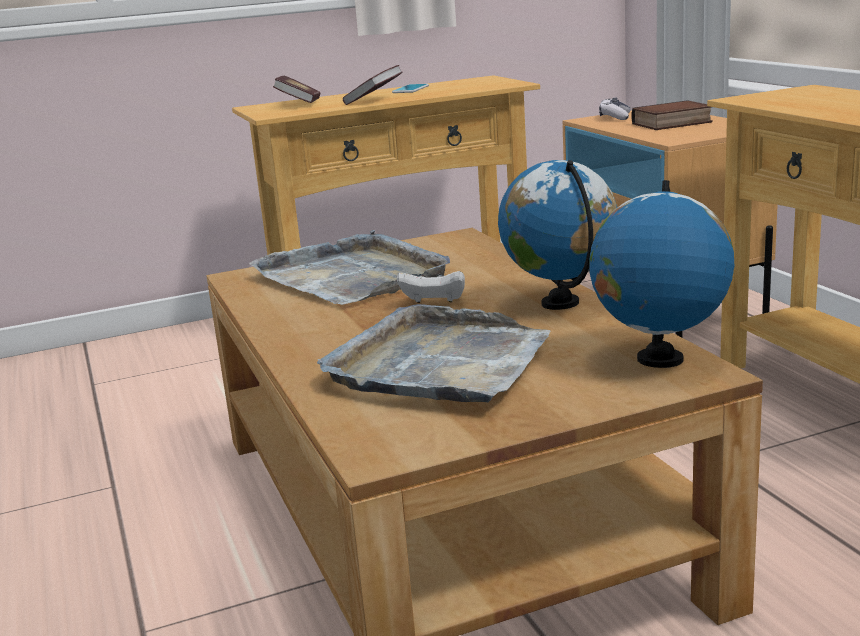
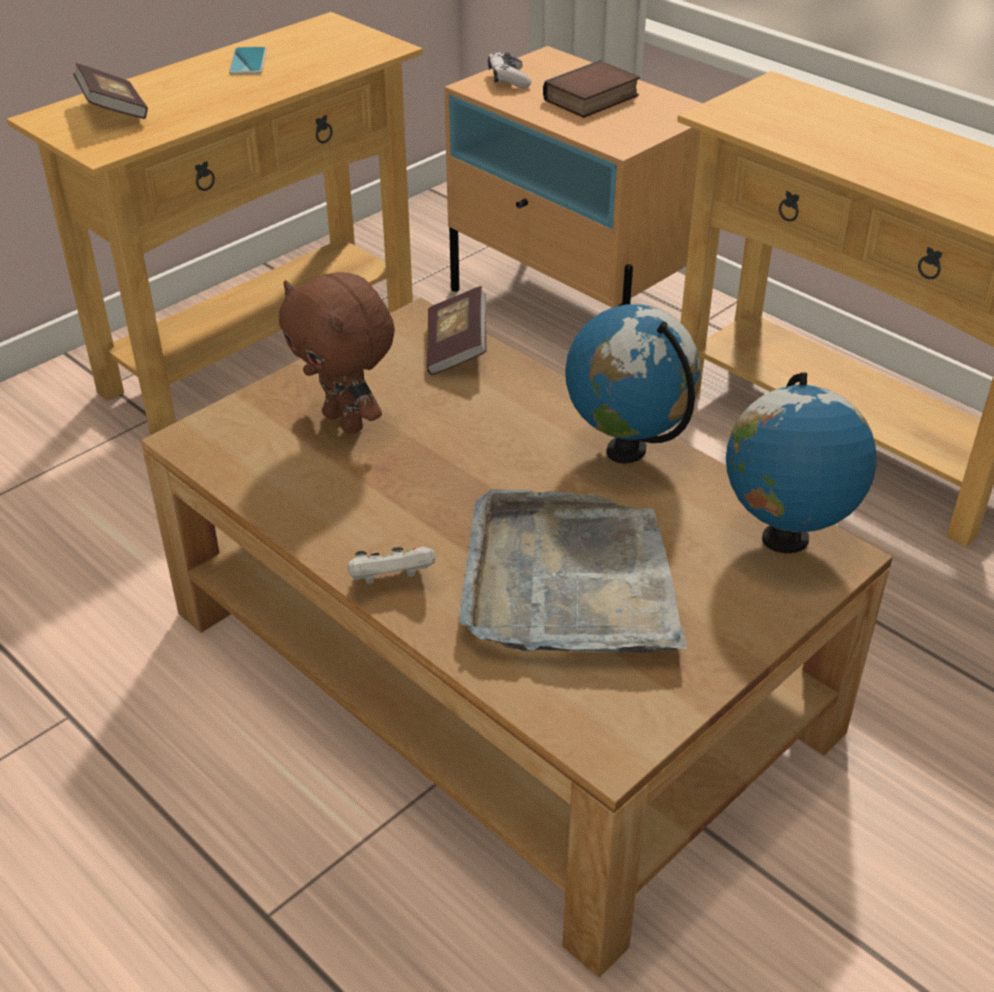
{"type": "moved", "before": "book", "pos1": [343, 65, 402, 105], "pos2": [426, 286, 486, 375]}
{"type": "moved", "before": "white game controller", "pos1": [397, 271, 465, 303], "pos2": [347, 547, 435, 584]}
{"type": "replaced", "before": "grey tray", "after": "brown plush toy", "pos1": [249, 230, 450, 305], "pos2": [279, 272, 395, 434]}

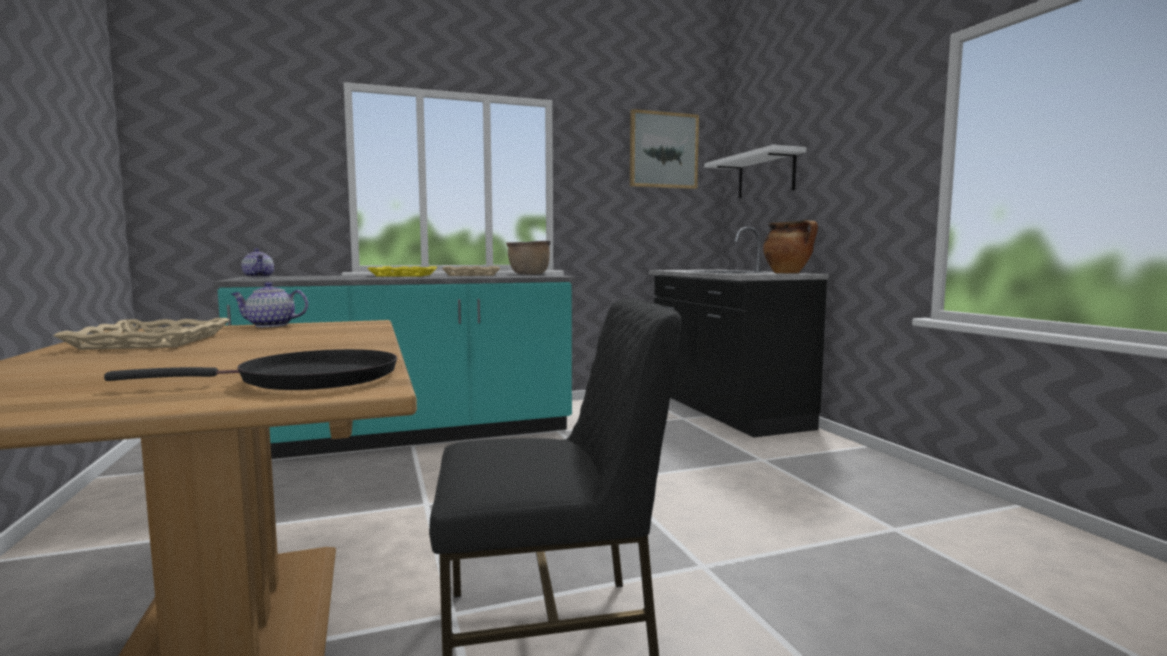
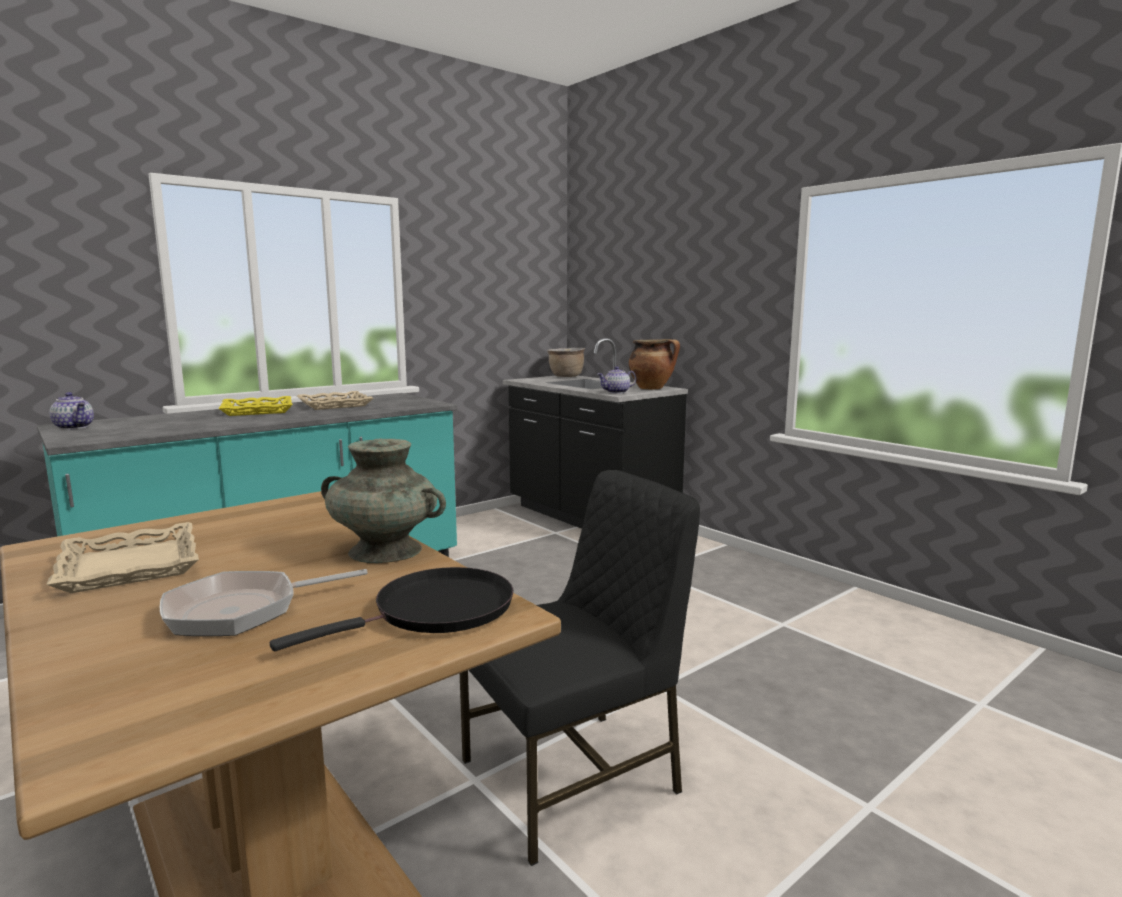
{"type": "removed", "before": "picture", "pos1": [630, 109, 699, 189]}
{"type": "removed", "before": "white shelf", "pos1": [704, 145, 807, 198]}
{"type": "added", "after": "frying pan", "pos2": [160, 569, 368, 636]}
{"type": "added", "after": "turquoise vase", "pos2": [321, 439, 446, 563]}
{"type": "moved", "before": "teapot", "pos1": [231, 282, 308, 327], "pos2": [597, 366, 636, 394]}
{"type": "moved", "before": "brown cooking pot", "pos1": [506, 240, 551, 274], "pos2": [547, 348, 585, 377]}

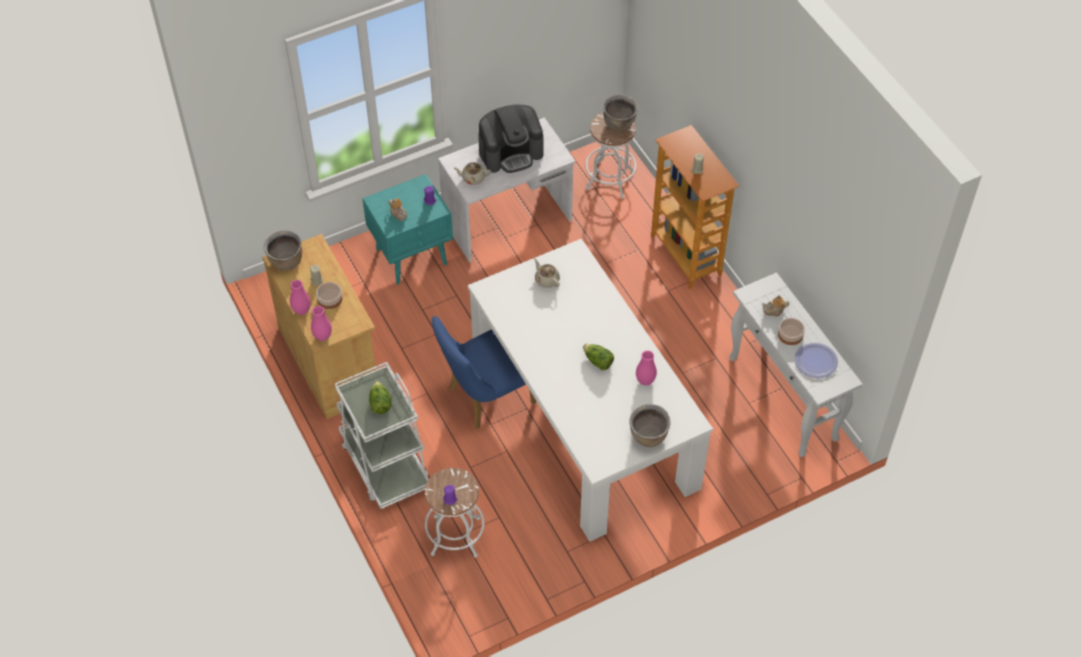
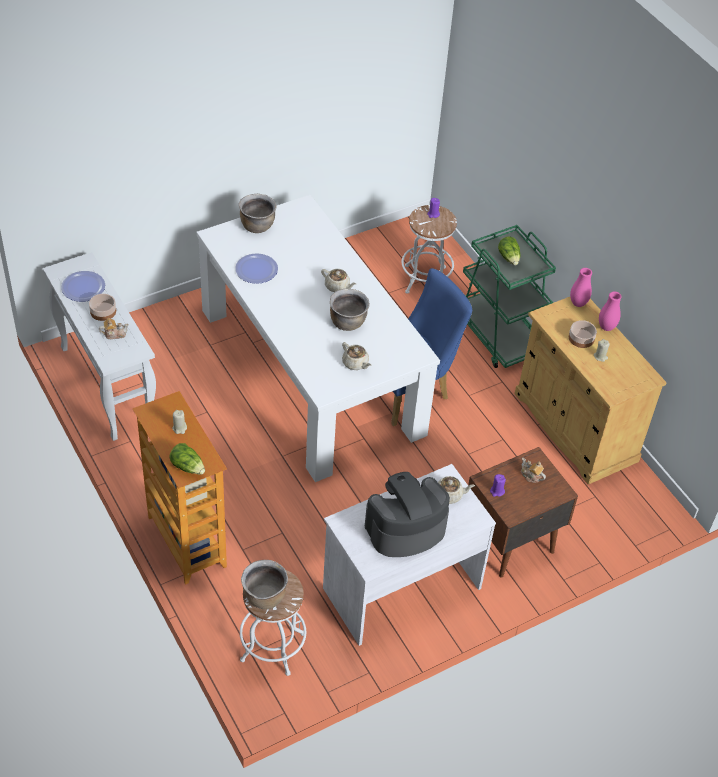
{"type": "added", "after": "beige teapot", "pos2": [321, 269, 356, 292]}
{"type": "moved", "before": "brown cooking pot", "pos1": [264, 231, 302, 271], "pos2": [330, 289, 370, 331]}
{"type": "moved", "before": "lettuce", "pos1": [583, 344, 614, 370], "pos2": [169, 443, 205, 474]}
{"type": "replaced", "before": "pink vase", "after": "plate", "pos1": [636, 351, 657, 385], "pos2": [235, 253, 278, 284]}
{"type": "recoloured", "before": "white cart", "after": "green cart", "pos1": [335, 362, 429, 509], "pos2": [463, 225, 556, 368]}
{"type": "recoloured", "before": "turquoise nightstand", "after": "brown nightstand", "pos1": [362, 174, 453, 284], "pos2": [468, 447, 578, 578]}

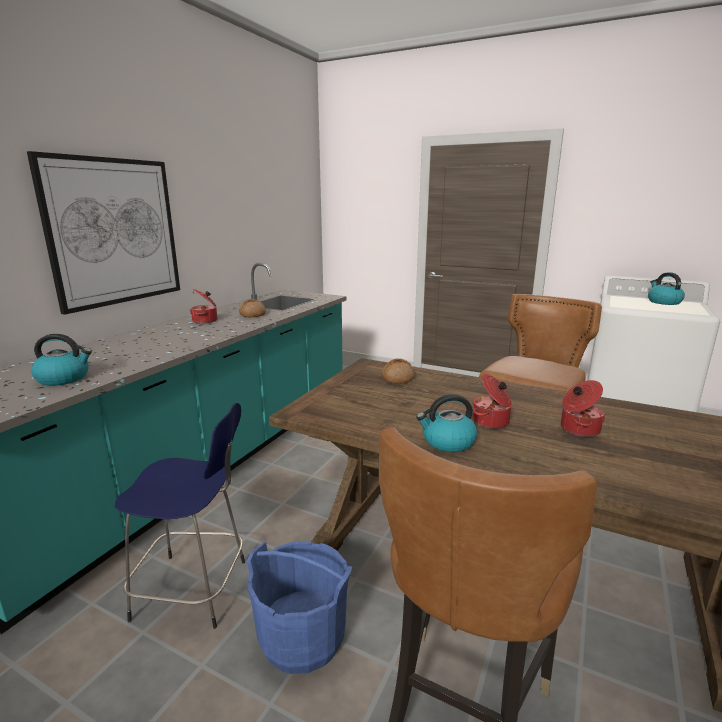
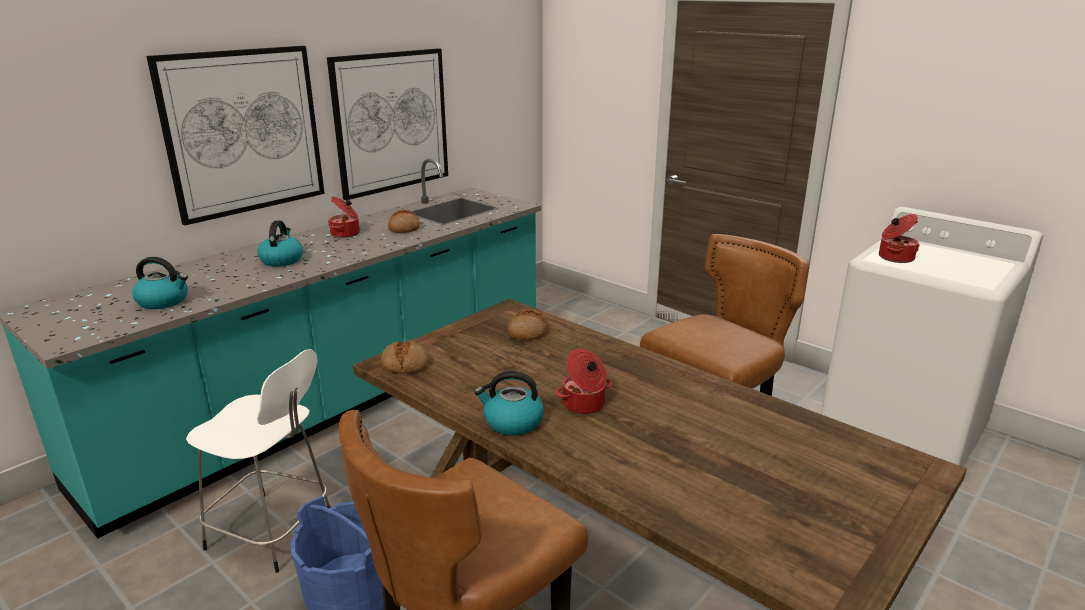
{"type": "added", "after": "picture", "pos2": [327, 48, 448, 200]}
{"type": "added", "after": "bread", "pos2": [381, 340, 429, 373]}
{"type": "moved", "before": "cooking pot", "pos1": [561, 380, 606, 437], "pos2": [879, 214, 920, 263]}
{"type": "moved", "before": "kettle", "pos1": [648, 272, 685, 305], "pos2": [258, 220, 303, 267]}
{"type": "recoloured", "before": "blue stool", "after": "white stool", "pos1": [115, 403, 245, 629], "pos2": [186, 349, 331, 573]}

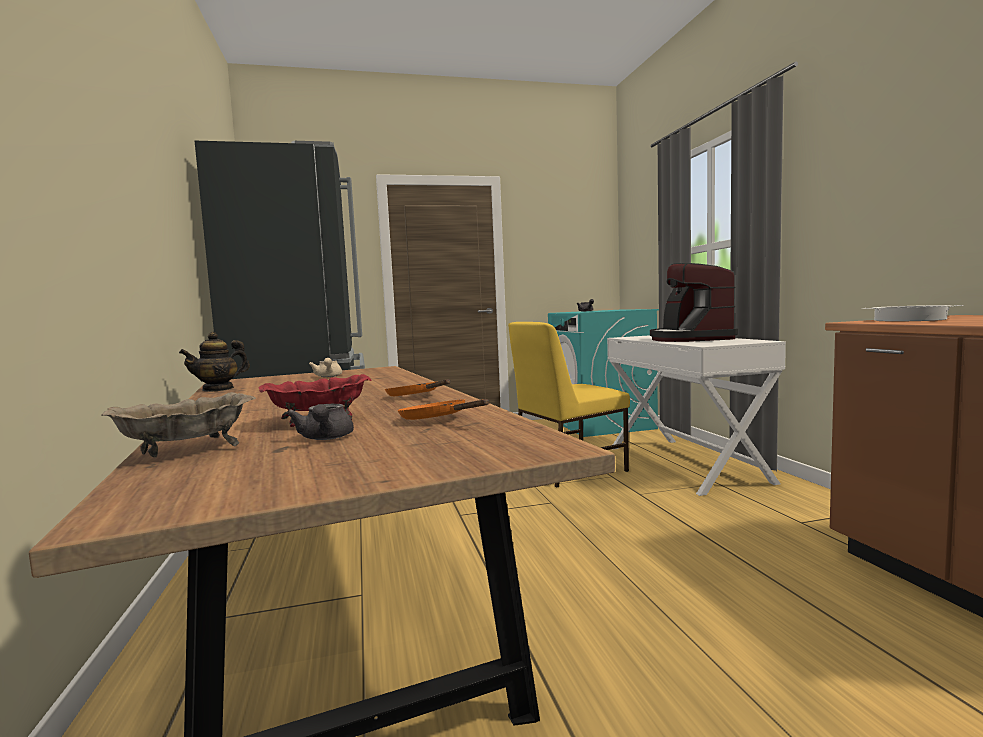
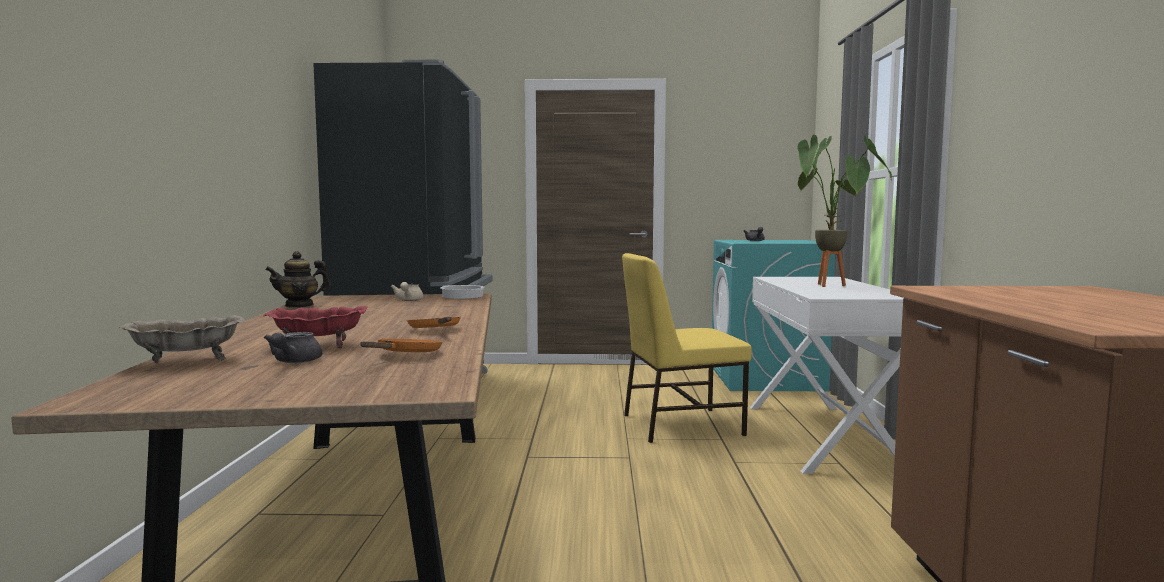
{"type": "moved", "before": "cooking pot", "pos1": [862, 305, 963, 321], "pos2": [440, 285, 484, 299]}
{"type": "replaced", "before": "coffee machine", "after": "potted plant", "pos1": [650, 263, 738, 342], "pos2": [797, 135, 892, 287]}
{"type": "turned", "before": "orange frying pan", "pos1": [398, 399, 489, 420], "pos2": [361, 339, 442, 352], "turn": 45}

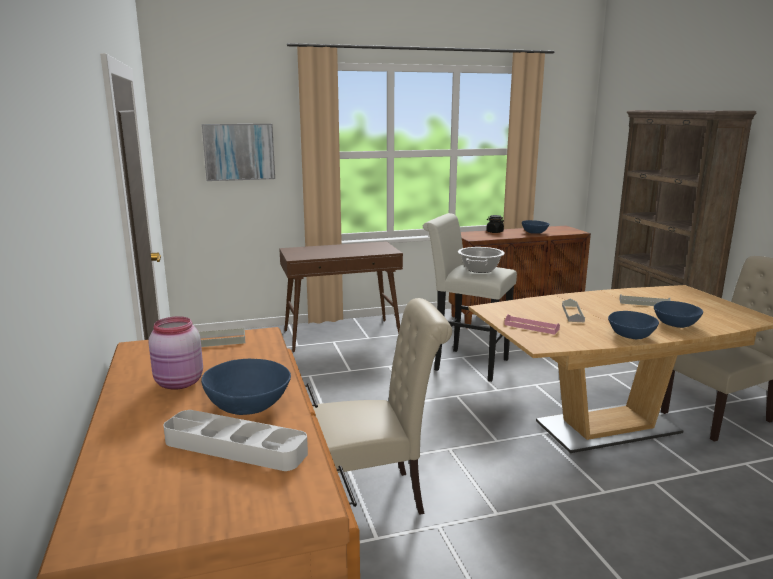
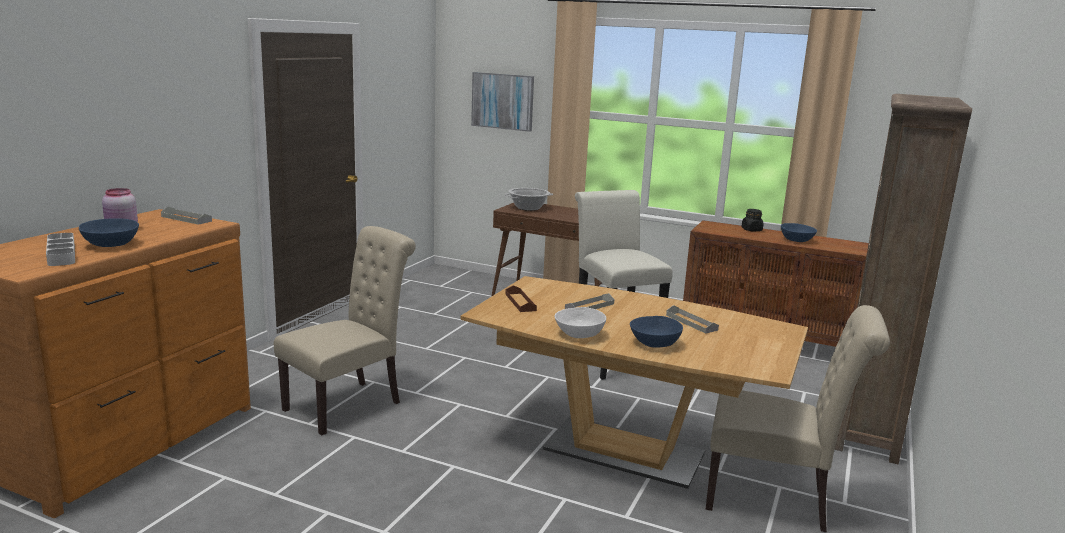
{"type": "moved", "before": "cooking pot", "pos1": [458, 247, 505, 273], "pos2": [505, 188, 553, 211]}
{"type": "recoloured", "before": "pink tray", "after": "brown tray", "pos1": [504, 315, 560, 335], "pos2": [505, 285, 537, 312]}
{"type": "recoloured", "before": "blue bowl", "after": "white bowl", "pos1": [608, 311, 659, 339], "pos2": [555, 307, 606, 338]}
{"type": "turned", "before": "beige chair", "pos1": [313, 298, 452, 515], "pos2": [274, 226, 416, 435], "turn": -75}

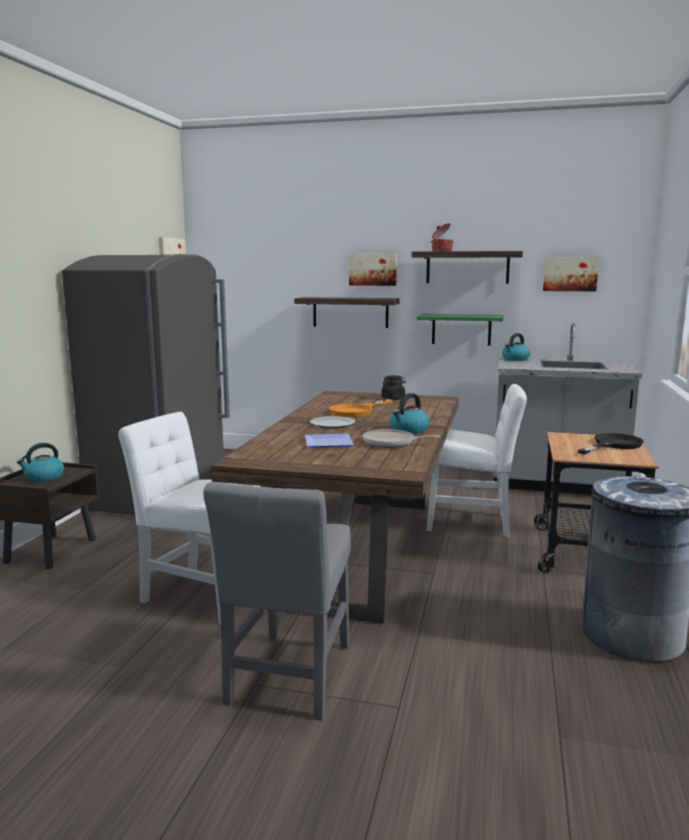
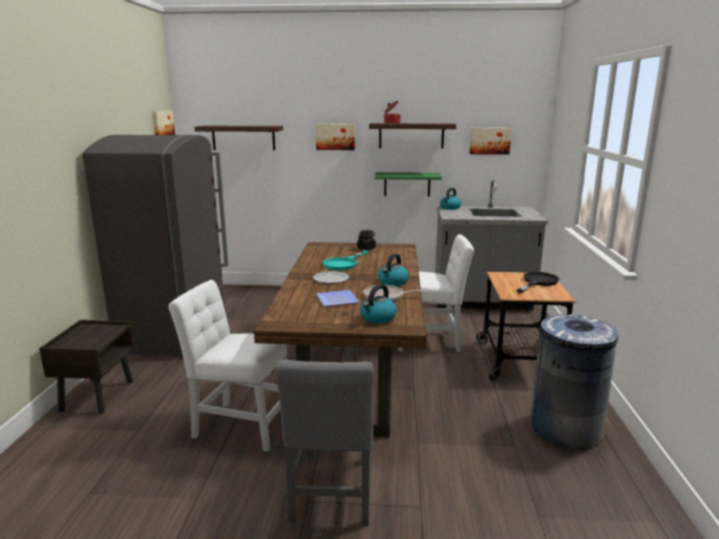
{"type": "moved", "before": "kettle", "pos1": [17, 443, 64, 482], "pos2": [360, 284, 397, 324]}
{"type": "moved", "before": "shelf", "pos1": [294, 297, 400, 328], "pos2": [194, 126, 283, 150]}
{"type": "recoloured", "before": "orange frying pan", "after": "turquoise frying pan", "pos1": [329, 399, 393, 417], "pos2": [323, 250, 368, 271]}

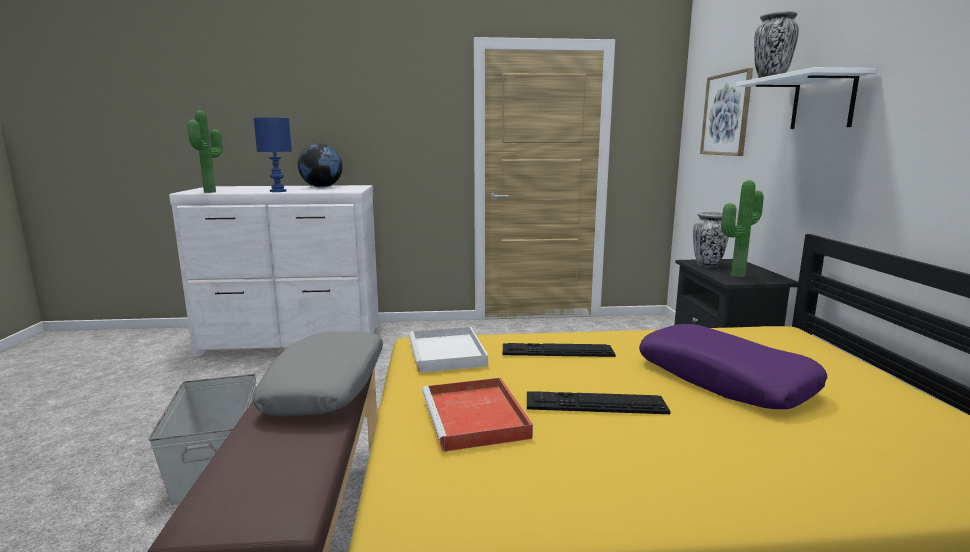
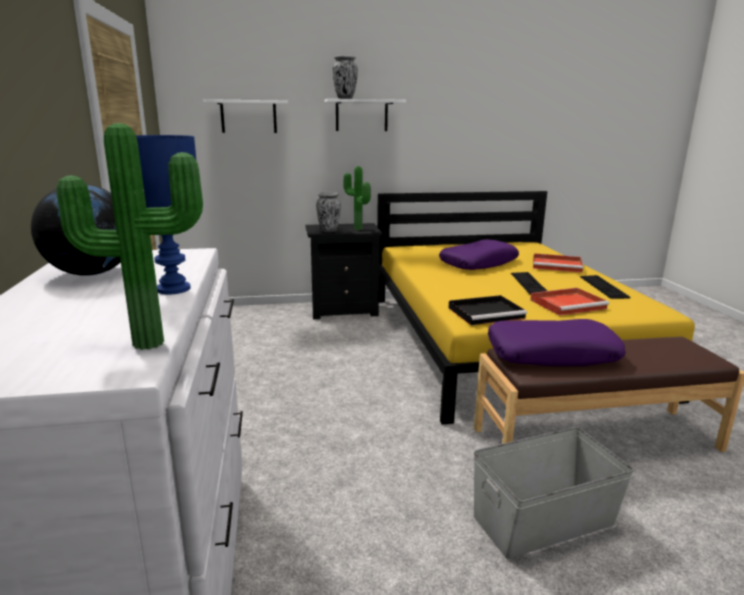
{"type": "added", "after": "red tray", "pos2": [533, 253, 583, 273]}
{"type": "moved", "before": "keyboard", "pos1": [503, 343, 616, 357], "pos2": [580, 275, 630, 299]}
{"type": "replaced", "before": "picture", "after": "white shelf", "pos1": [700, 68, 753, 156], "pos2": [203, 99, 288, 133]}
{"type": "recoloured", "before": "grey pillow", "after": "purple pillow", "pos1": [253, 331, 383, 416], "pos2": [488, 319, 626, 366]}
{"type": "recoloured", "before": "white tray", "after": "black tray", "pos1": [409, 327, 488, 373], "pos2": [449, 295, 527, 325]}

